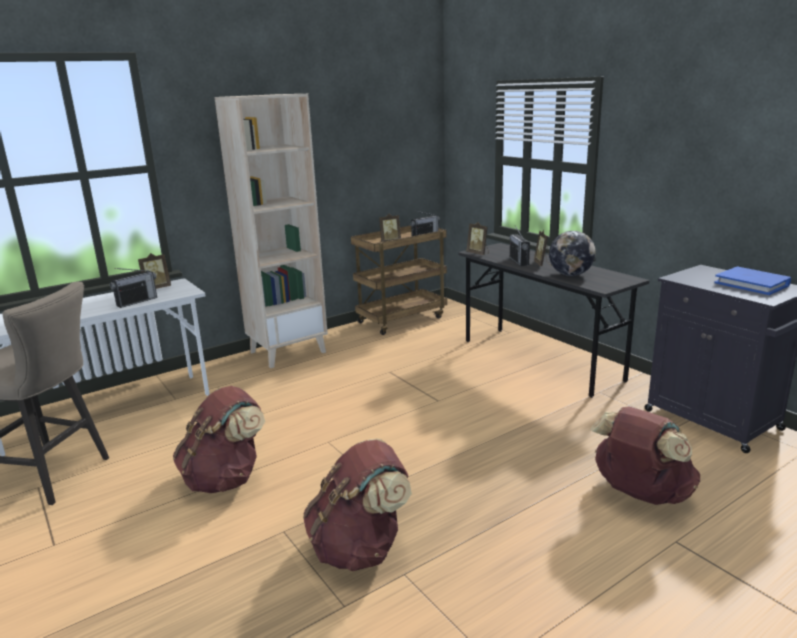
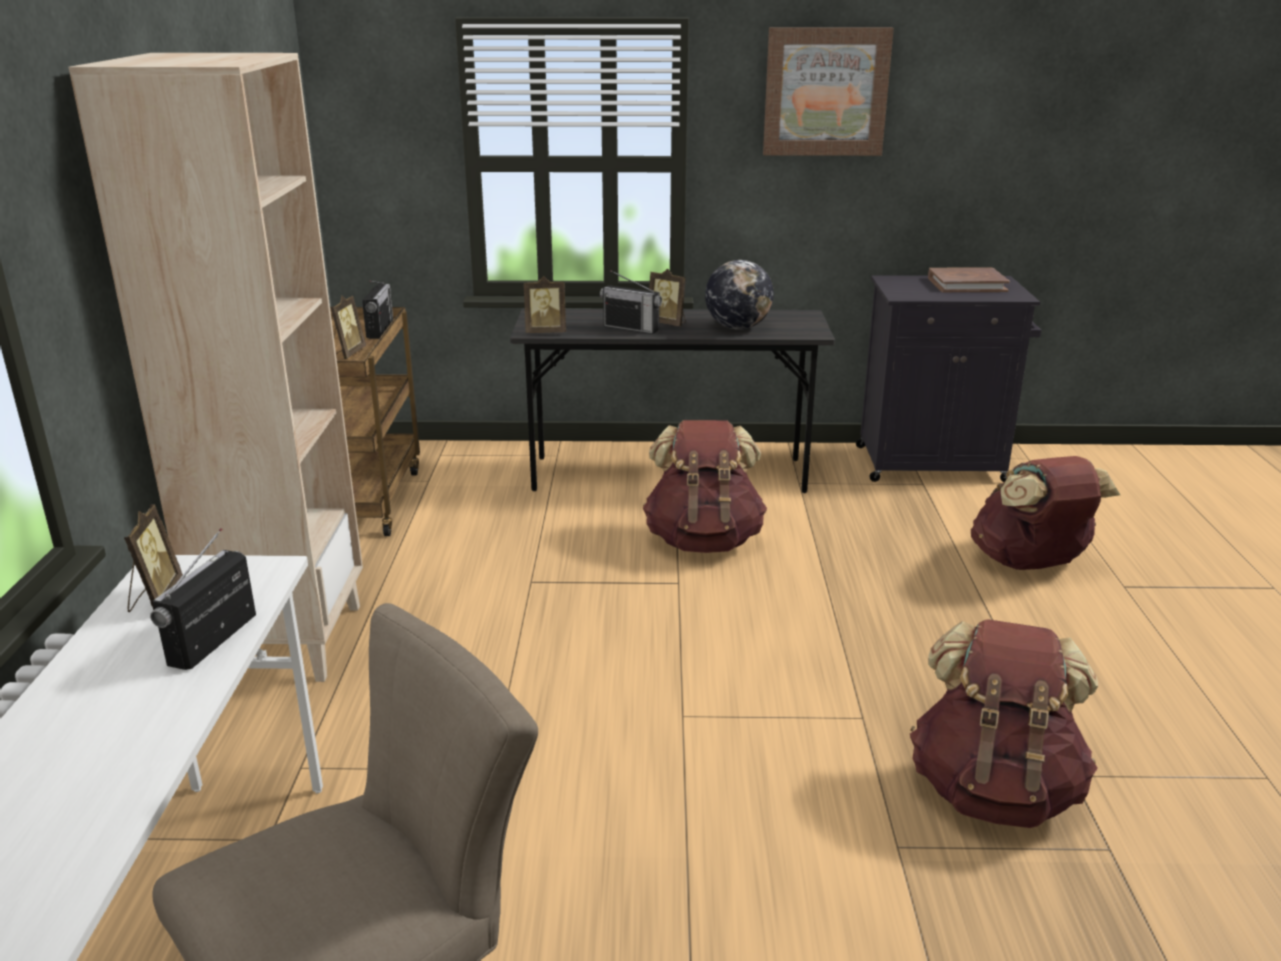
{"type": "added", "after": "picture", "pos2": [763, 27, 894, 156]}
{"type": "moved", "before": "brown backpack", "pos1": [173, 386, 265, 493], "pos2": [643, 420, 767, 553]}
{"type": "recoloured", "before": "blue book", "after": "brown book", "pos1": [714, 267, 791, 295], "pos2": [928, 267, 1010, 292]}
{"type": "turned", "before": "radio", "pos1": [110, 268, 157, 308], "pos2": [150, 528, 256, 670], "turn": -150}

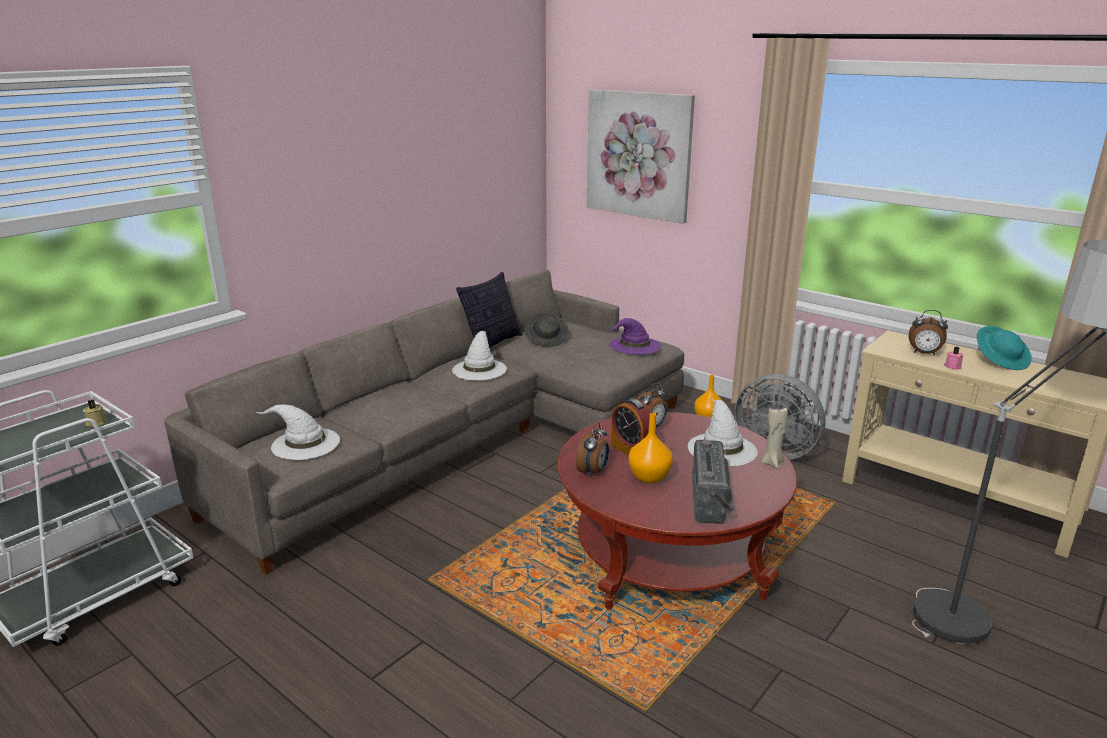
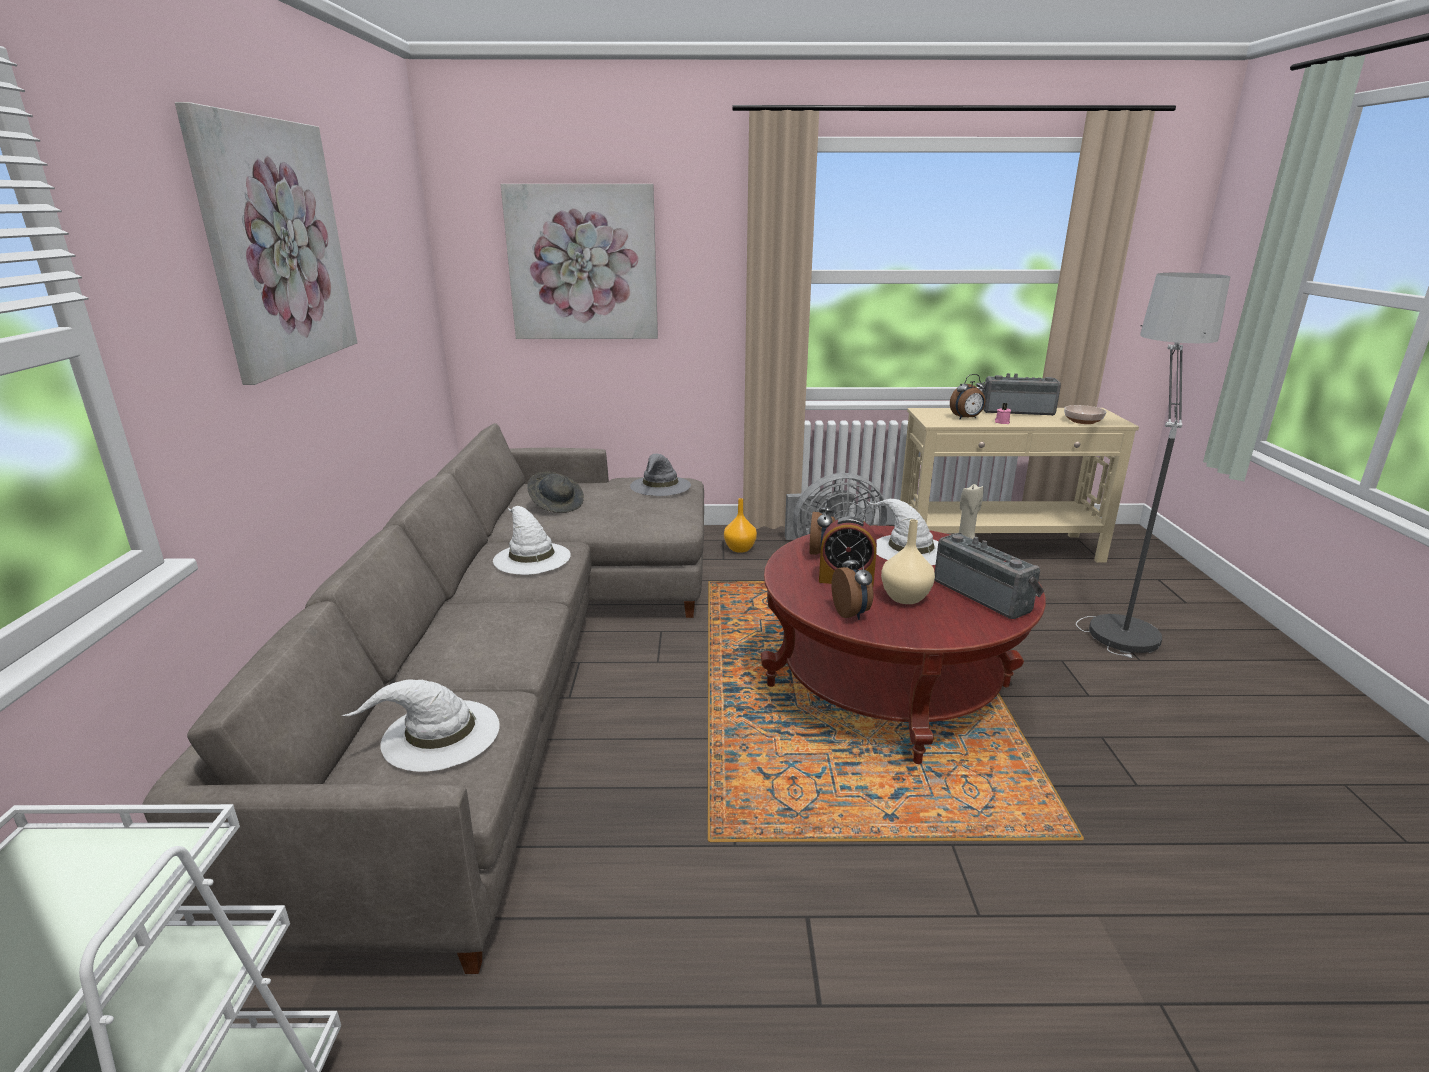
{"type": "removed", "before": "beige candle", "pos1": [83, 399, 107, 426]}
{"type": "removed", "before": "pillow", "pos1": [456, 272, 523, 348]}
{"type": "added", "after": "picture", "pos2": [175, 102, 357, 385]}
{"type": "added", "after": "bowl", "pos2": [1064, 405, 1106, 424]}
{"type": "replaced", "before": "turquoise hat", "after": "radio", "pos1": [977, 326, 1032, 370], "pos2": [982, 373, 1061, 416]}
{"type": "recoloured", "before": "purple hat", "after": "grey hat", "pos1": [610, 318, 661, 355], "pos2": [630, 454, 691, 496]}
{"type": "recoloured", "before": "orange vase", "after": "beige vase", "pos1": [629, 413, 673, 484], "pos2": [881, 519, 935, 604]}

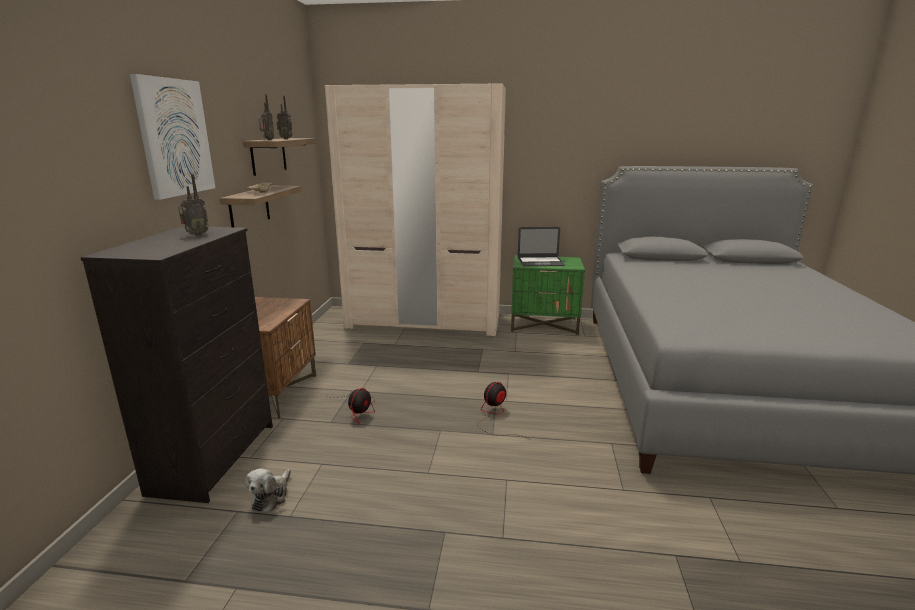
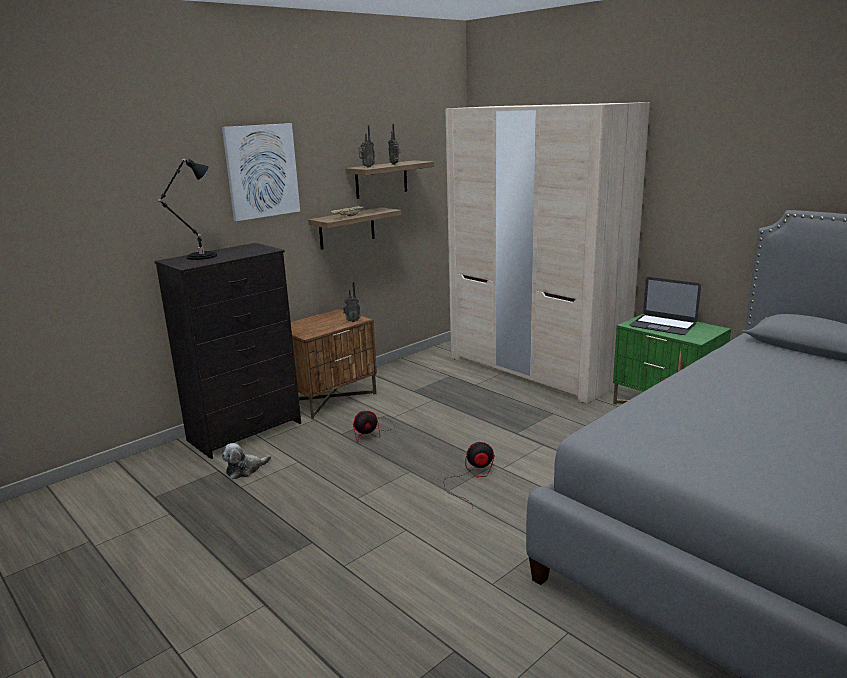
{"type": "added", "after": "black table lamp", "pos2": [158, 159, 217, 260]}
{"type": "moved", "before": "radio", "pos1": [178, 174, 209, 236], "pos2": [343, 282, 360, 322]}

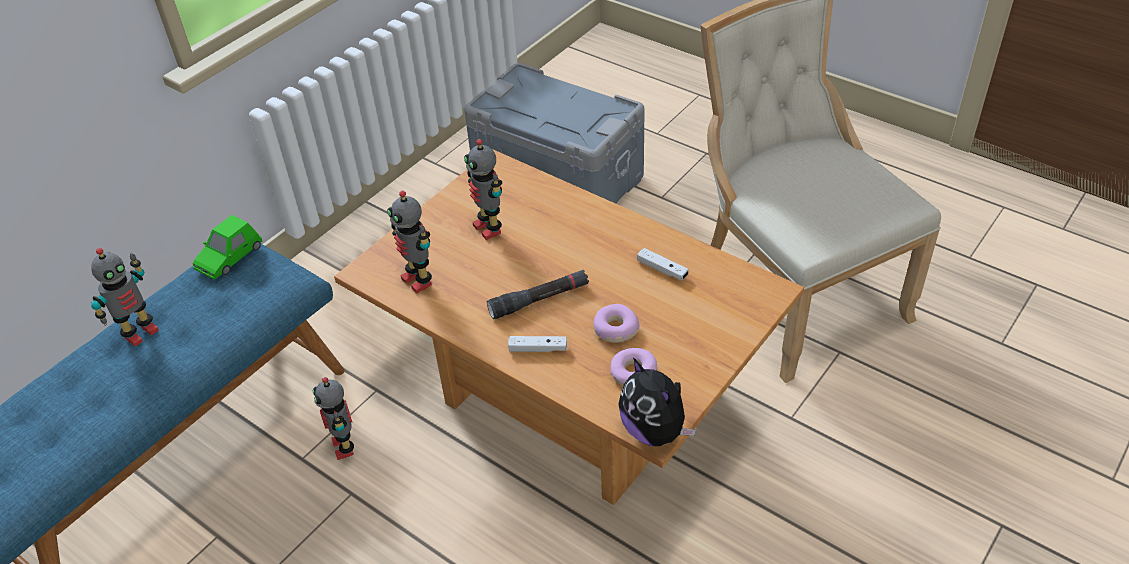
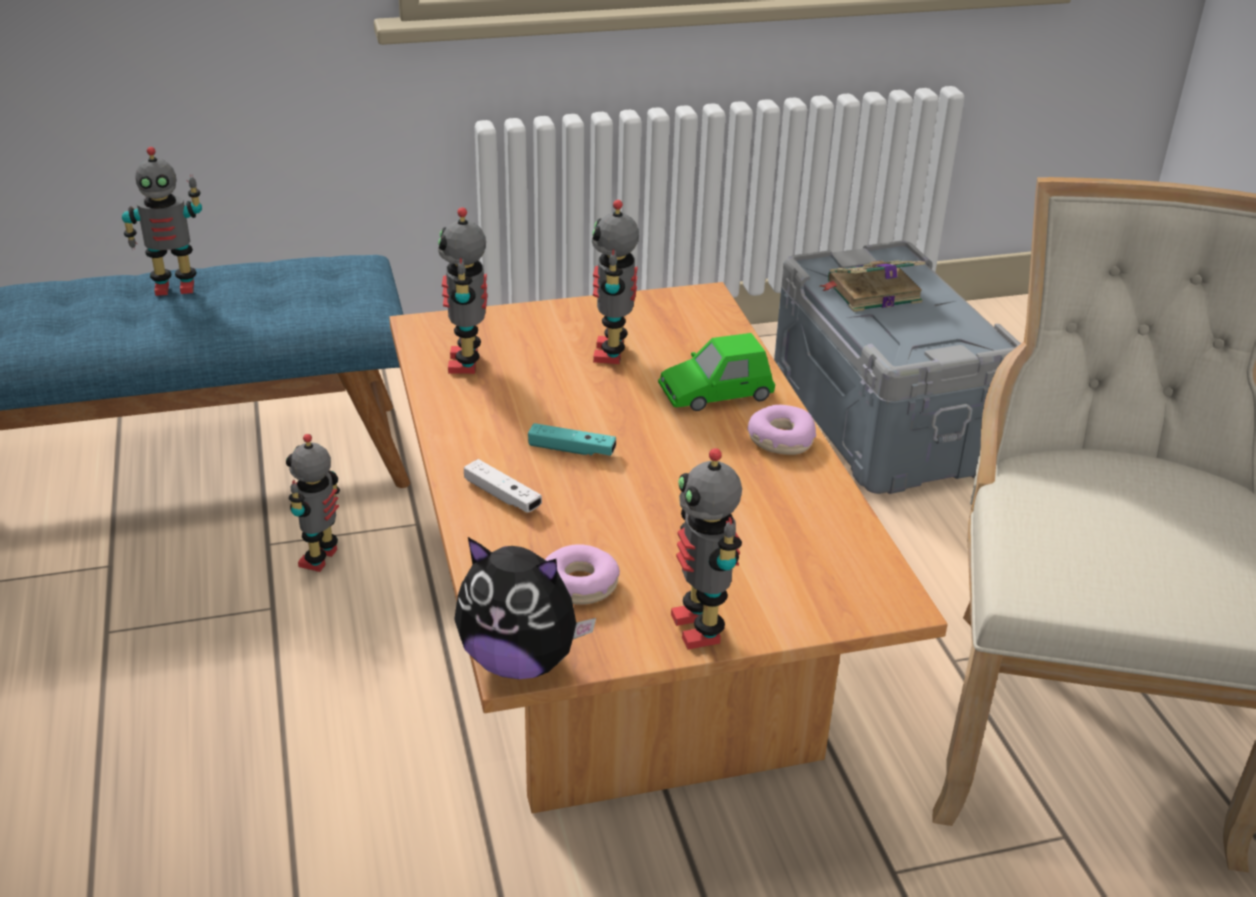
{"type": "removed", "before": "white game controller", "pos1": [637, 248, 689, 281]}
{"type": "added", "after": "toy robot", "pos2": [671, 448, 742, 650]}
{"type": "added", "after": "book", "pos2": [820, 261, 925, 312]}
{"type": "moved", "before": "green toy car", "pos1": [193, 215, 262, 279], "pos2": [658, 333, 775, 411]}
{"type": "moved", "before": "donut", "pos1": [593, 304, 639, 343], "pos2": [747, 405, 816, 455]}
{"type": "replaced", "before": "black flashlight", "after": "turquoise game controller", "pos1": [487, 270, 589, 319], "pos2": [528, 423, 616, 456]}
{"type": "turned", "before": "plush toy", "pos1": [618, 358, 696, 446], "pos2": [454, 537, 596, 679], "turn": -75}

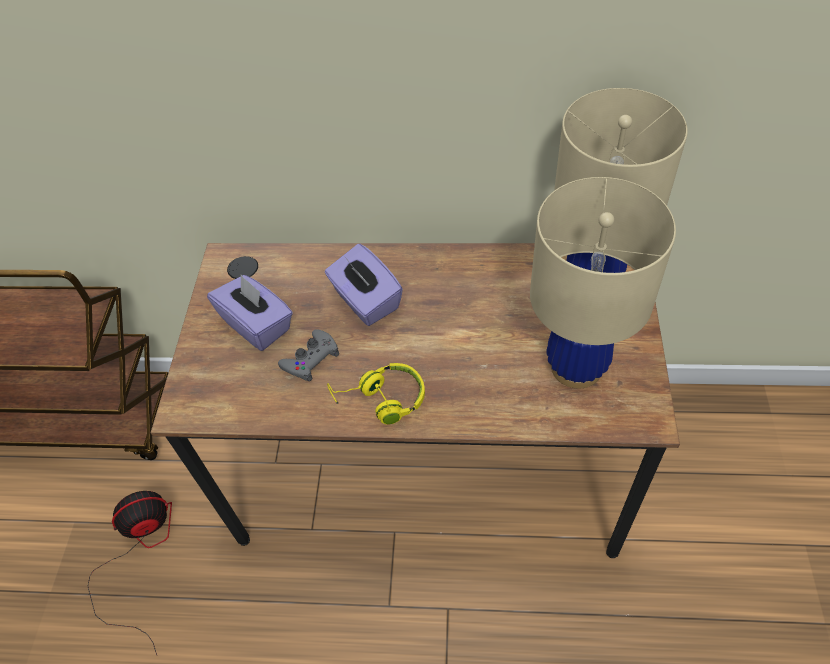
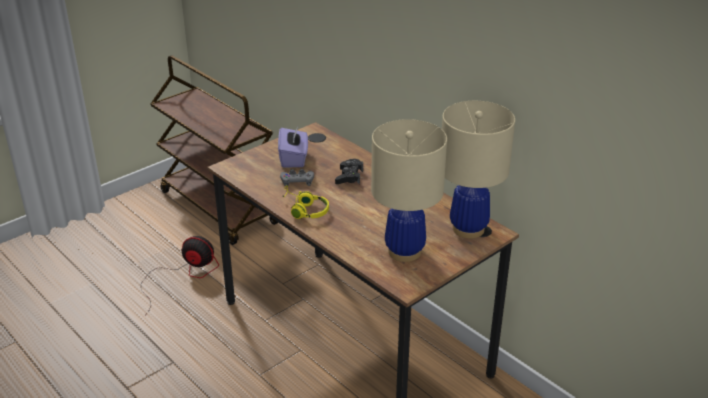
{"type": "replaced", "before": "purple tissue box", "after": "black game controller", "pos1": [325, 244, 403, 326], "pos2": [335, 159, 363, 184]}

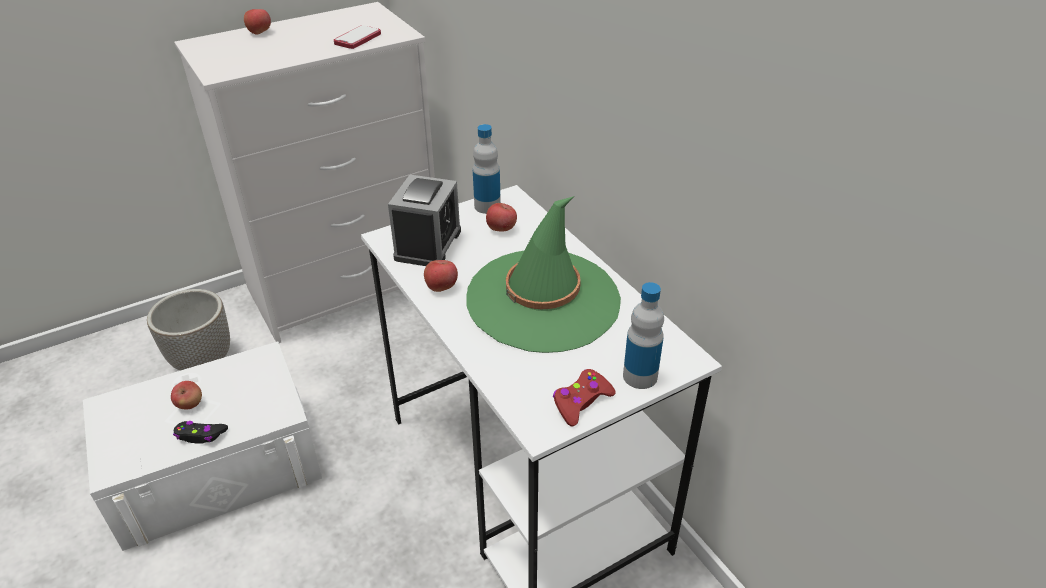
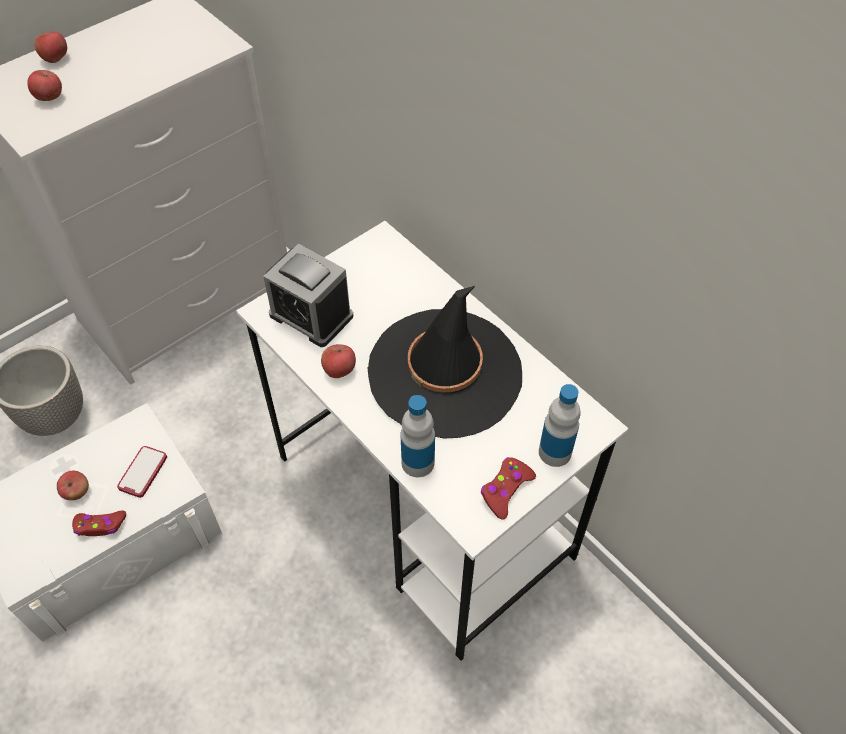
{"type": "moved", "before": "phone", "pos1": [334, 25, 381, 49], "pos2": [117, 446, 167, 498]}
{"type": "moved", "before": "bottle", "pos1": [473, 124, 501, 214], "pos2": [400, 395, 435, 477]}
{"type": "moved", "before": "apple", "pos1": [486, 203, 517, 232], "pos2": [27, 70, 62, 101]}
{"type": "recoloured", "before": "black game controller", "after": "red game controller", "pos1": [173, 421, 228, 444], "pos2": [72, 510, 126, 536]}
{"type": "recoloured", "before": "green hat", "after": "black hat", "pos1": [466, 196, 621, 353], "pos2": [367, 286, 522, 438]}
{"type": "turned", "before": "alarm clock", "pos1": [388, 175, 461, 266], "pos2": [263, 243, 353, 347], "turn": 120}

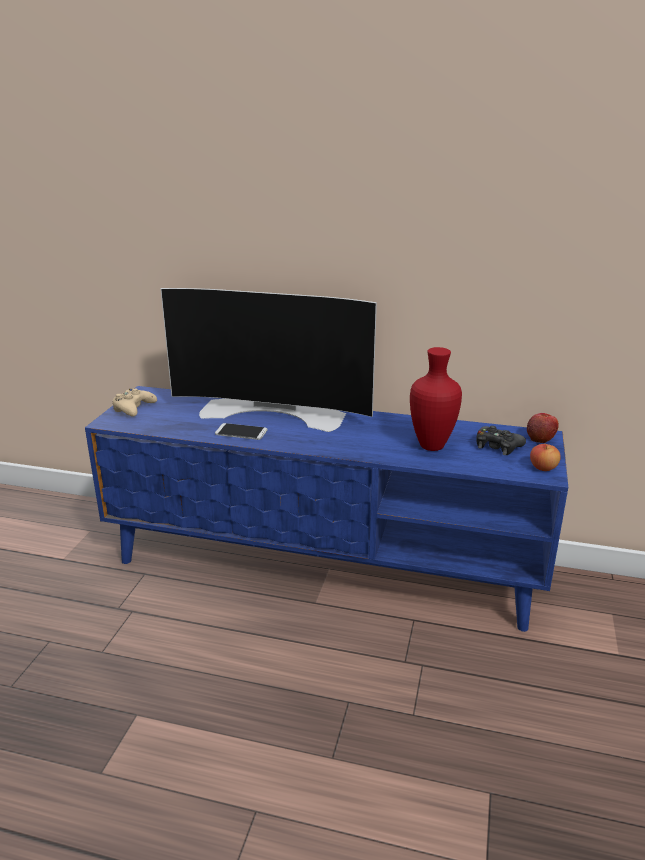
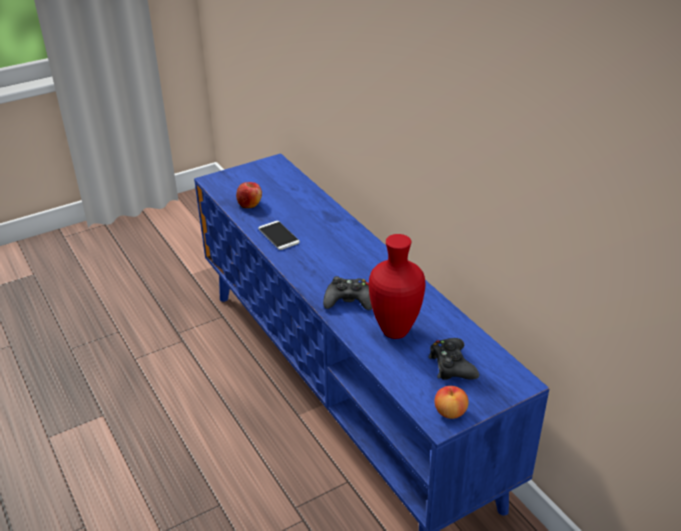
{"type": "removed", "before": "beige game controller", "pos1": [113, 388, 157, 417]}
{"type": "removed", "before": "television", "pos1": [161, 288, 377, 432]}
{"type": "added", "after": "black game controller", "pos2": [323, 276, 372, 310]}
{"type": "moved", "before": "apple", "pos1": [527, 413, 559, 443], "pos2": [236, 182, 262, 208]}

